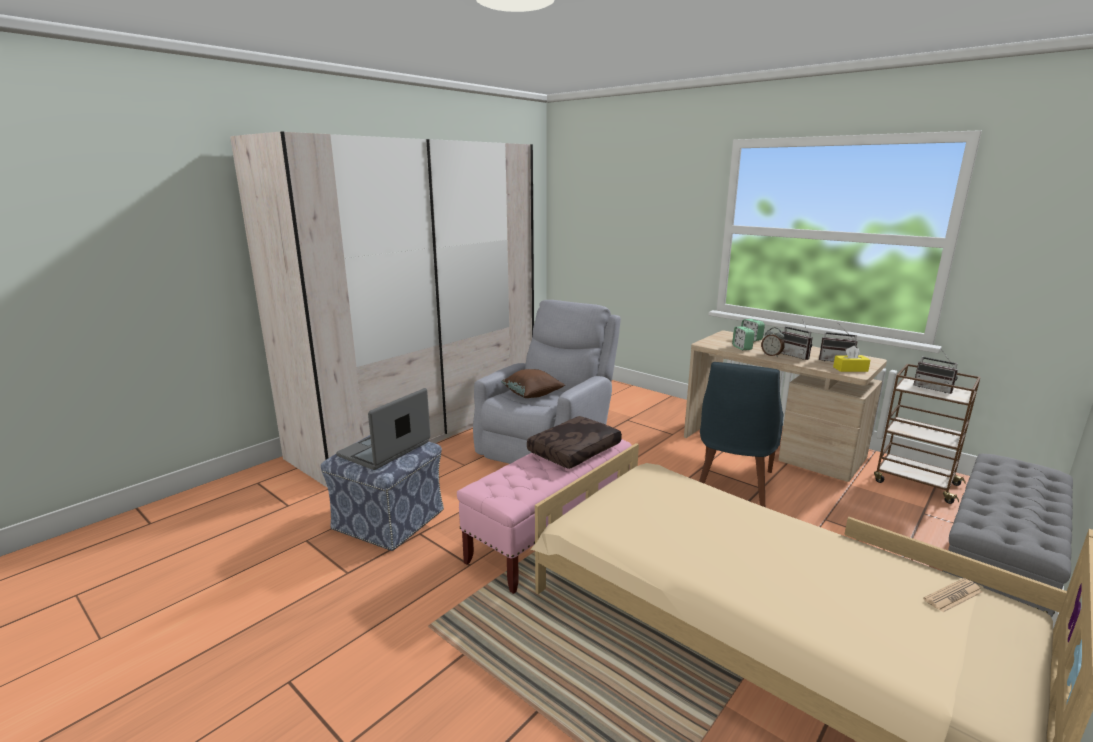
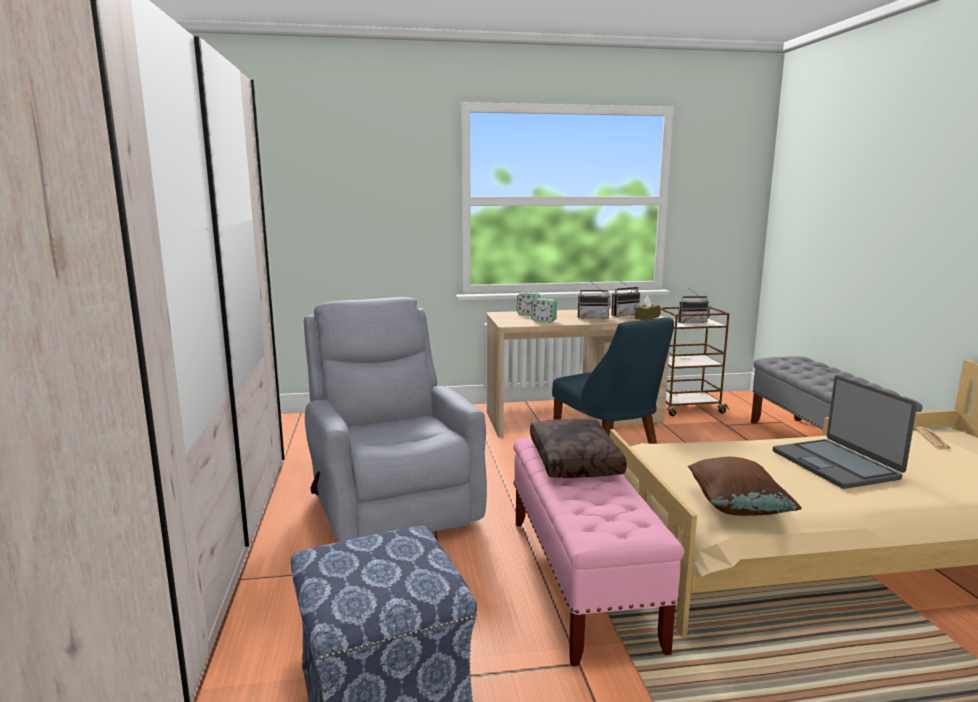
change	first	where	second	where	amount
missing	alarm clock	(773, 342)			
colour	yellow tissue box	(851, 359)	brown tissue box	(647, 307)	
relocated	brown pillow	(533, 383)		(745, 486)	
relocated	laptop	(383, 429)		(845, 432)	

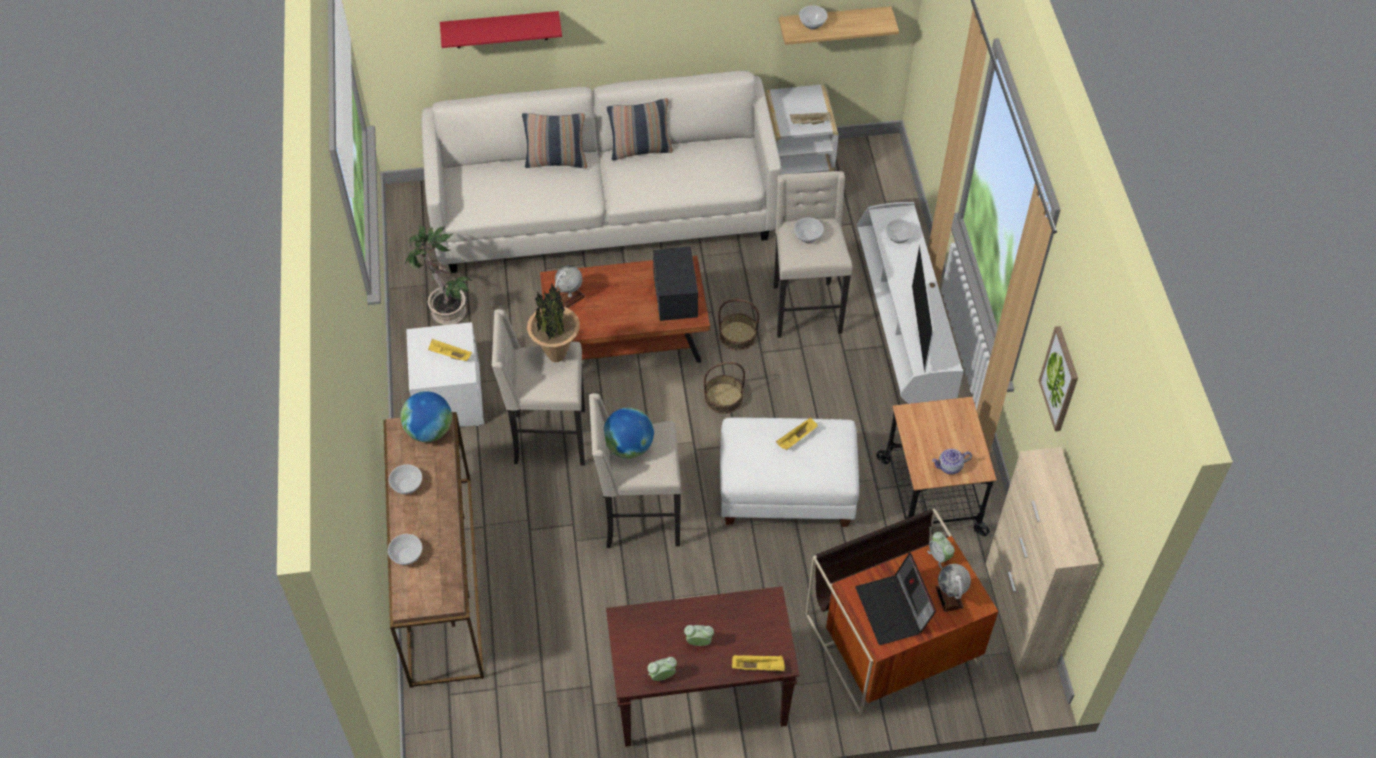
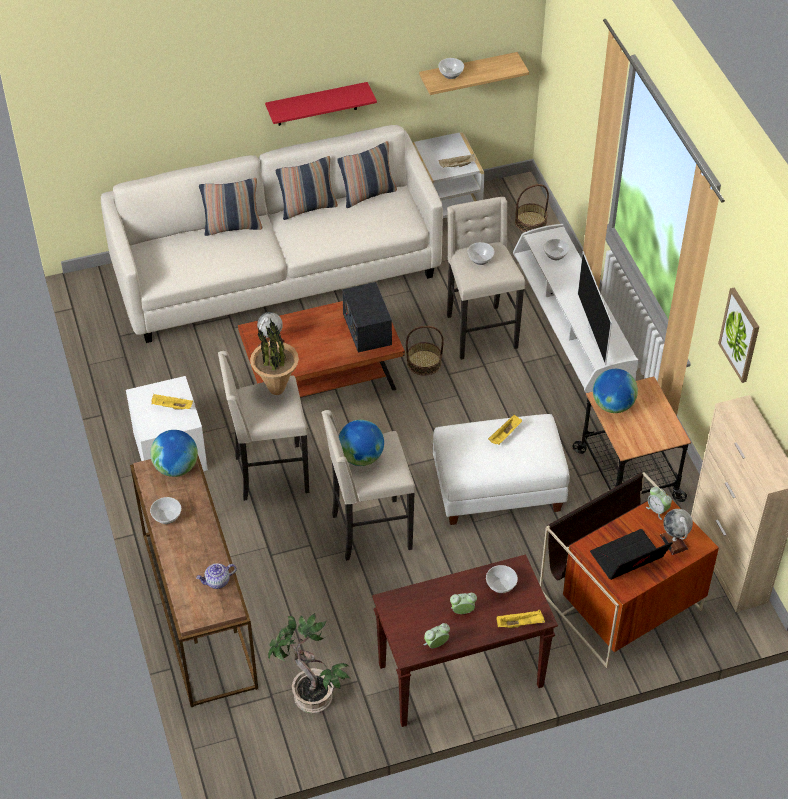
change	first	where	second	where	amount
relocated	red shelf	(501, 29)		(321, 104)	
relocated	potted plant	(438, 275)		(309, 663)	
relocated	basket	(724, 388)		(532, 208)	
relocated	teapot	(952, 462)		(216, 576)	
relocated	bowl	(405, 549)		(502, 579)	
spun	laptop	(895, 598)		(631, 554)	90 degrees clockwise
appeared			pillow	(367, 174)	
appeared			globe	(615, 391)	

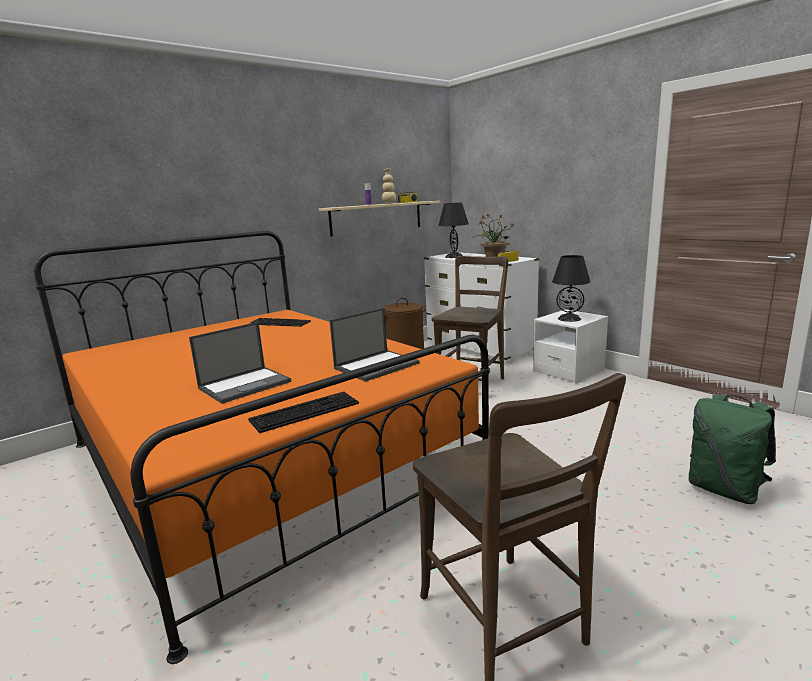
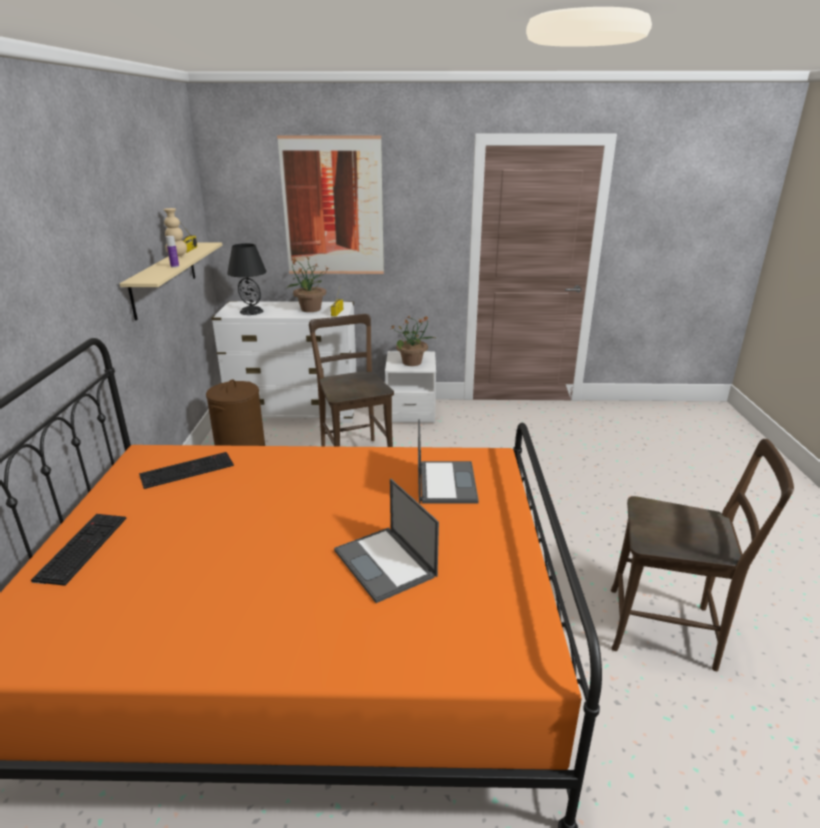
change	first	where	second	where	amount
exchanged	black table lamp	(571, 288)	potted plant	(412, 341)	
spun	laptop	(240, 363)		(386, 541)	150 degrees clockwise
relocated	keyboard	(303, 412)		(79, 550)	
missing	green backpack	(732, 449)			
appeared			picture	(330, 204)	

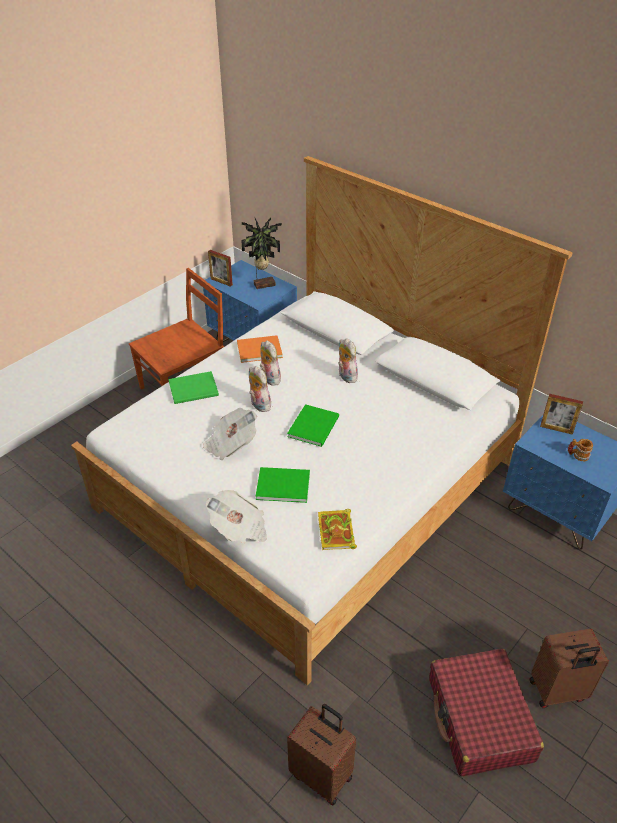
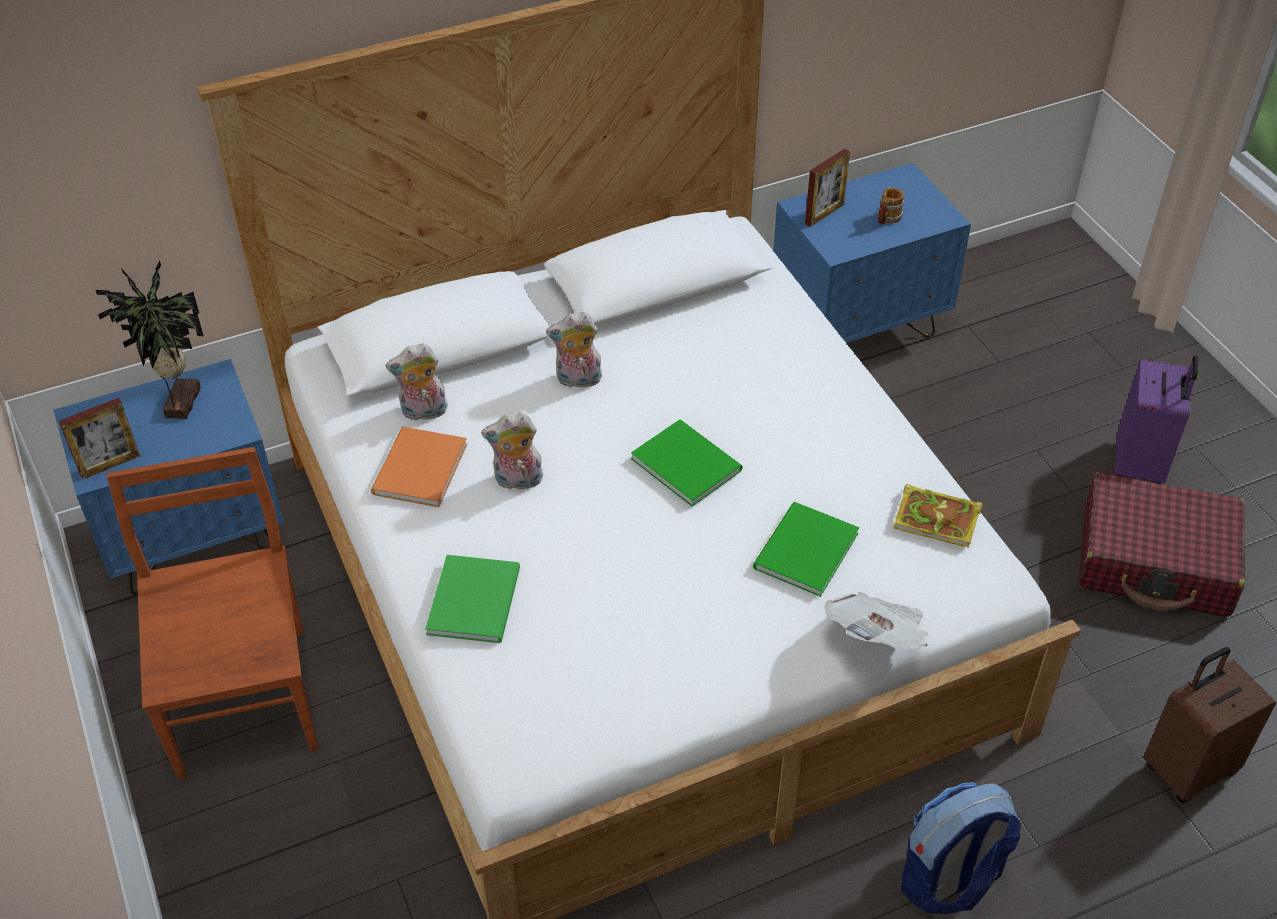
change	first	where	second	where	amount
relocated	plush toy	(260, 389)		(416, 382)	
missing	newspaper	(230, 434)			
colour	brown suitcase	(569, 668)	purple suitcase	(1156, 420)	
appeared			backpack	(961, 848)	

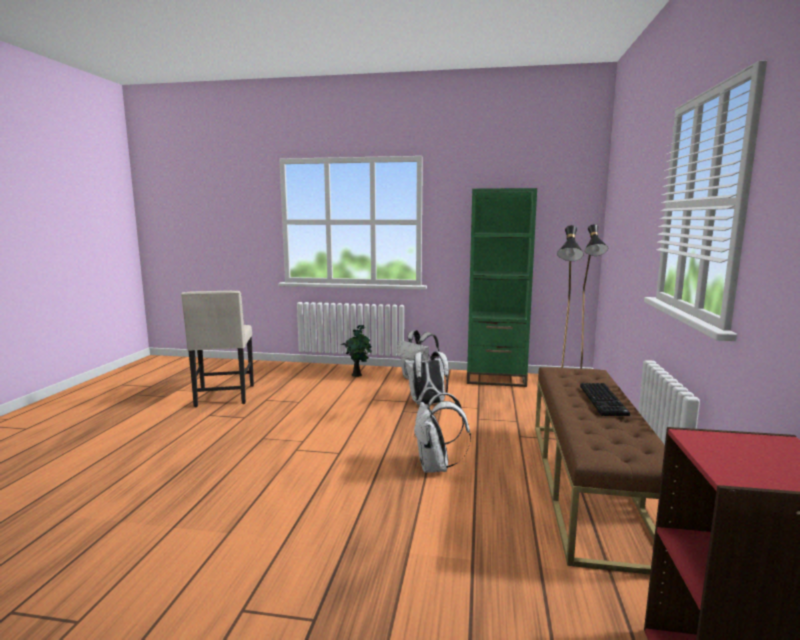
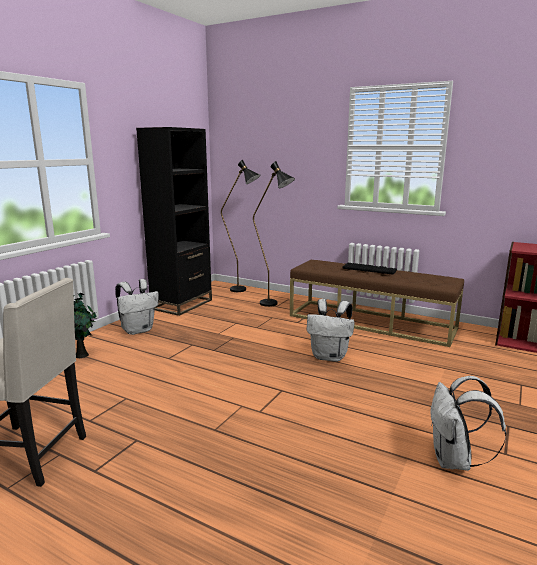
change	first	where	second	where	amount
colour	green bookcase	(502, 287)	black bookcase	(174, 221)	
relocated	white backpack	(426, 378)		(468, 423)	

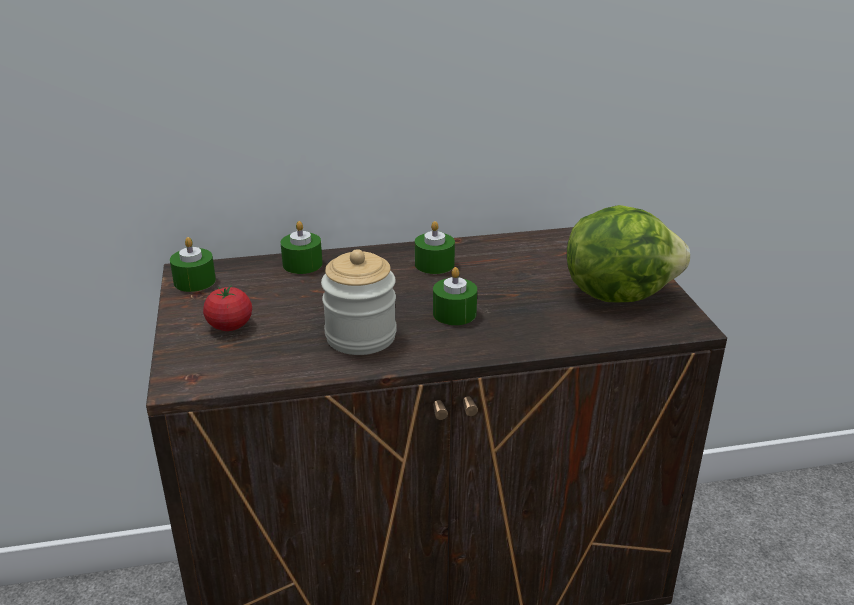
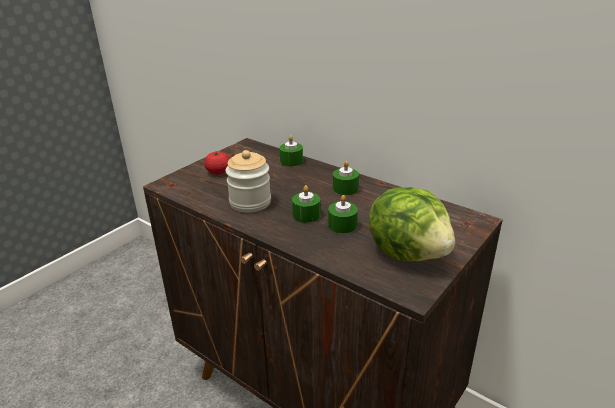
change	first	where	second	where	amount
relocated	green candle	(193, 264)		(343, 214)	

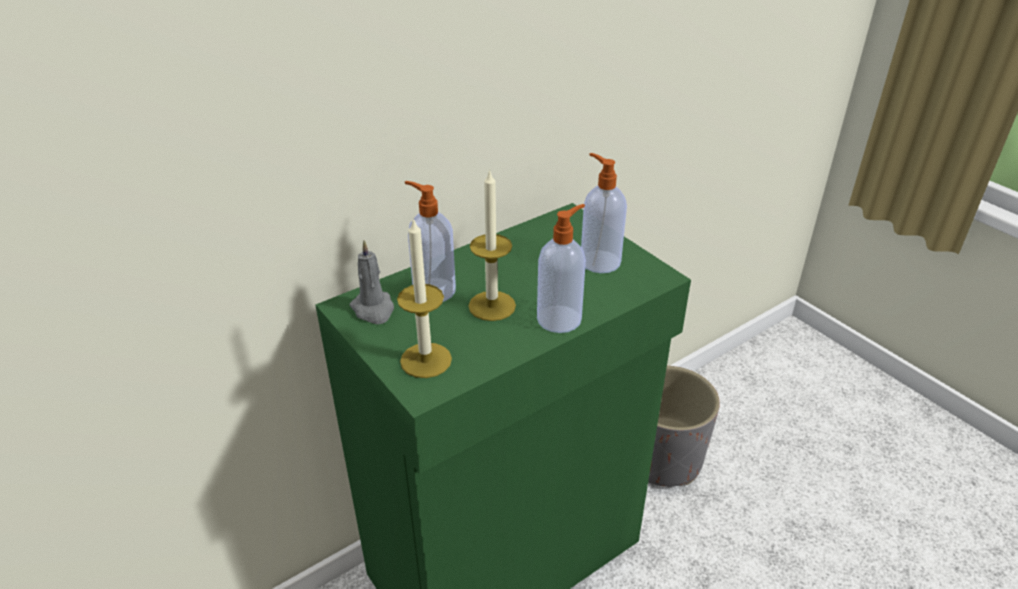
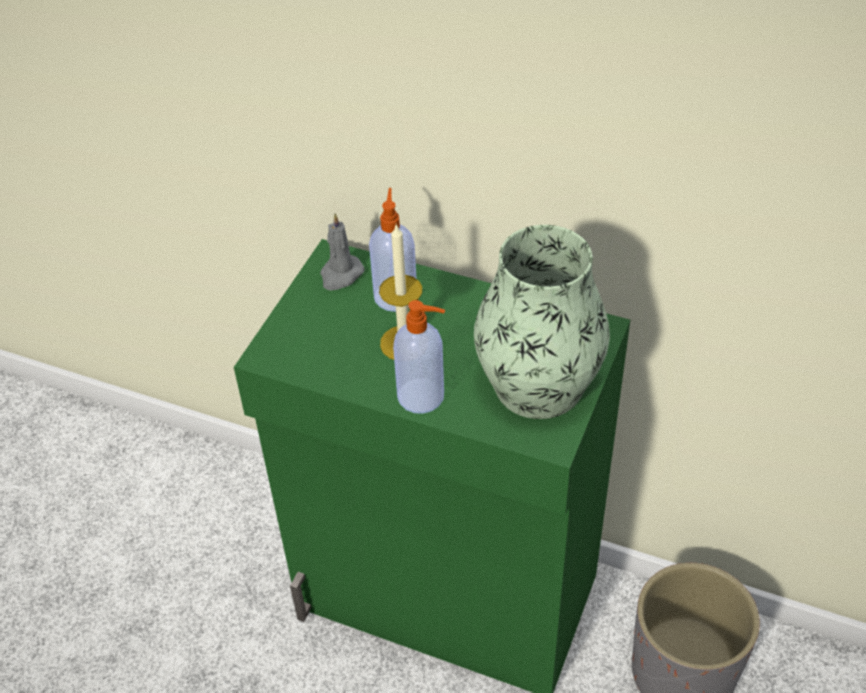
change	first	where	second	where	amount
exchanged	soap dispenser	(604, 213)	vase	(542, 322)	
missing	candle	(424, 297)			

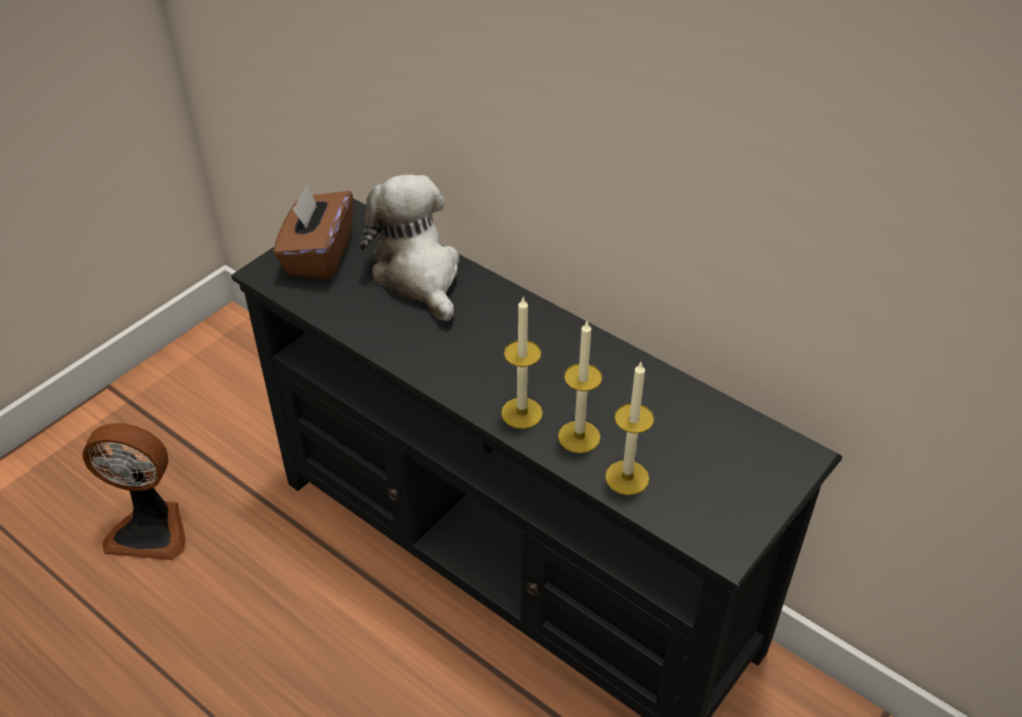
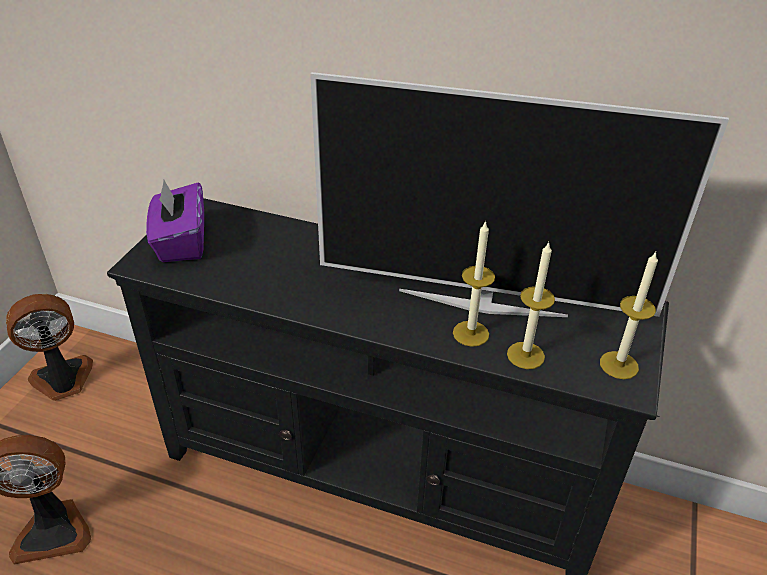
change	first	where	second	where	amount
missing	plush toy	(409, 248)			
colour	brown tissue box	(313, 232)	purple tissue box	(175, 221)	
relocated	candle	(522, 362)		(629, 315)	
appeared			television	(519, 194)	
appeared			fan	(49, 347)	

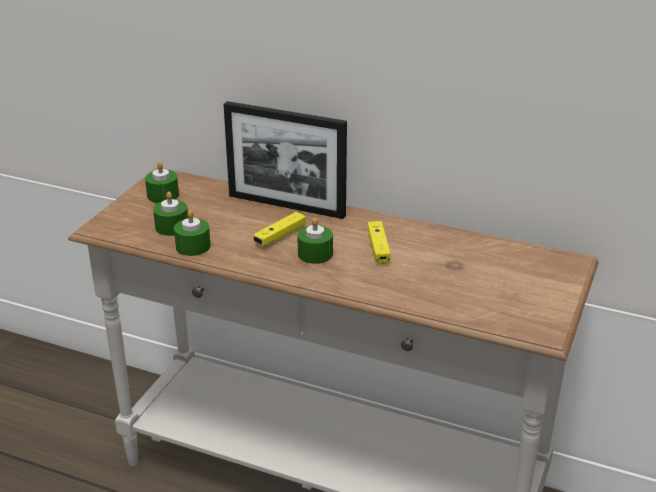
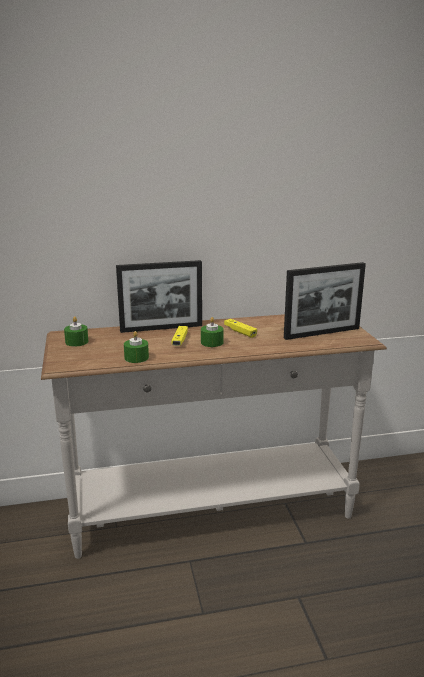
change	first	where	second	where	amount
missing	green candle	(170, 214)			
appeared			picture frame	(325, 301)	

